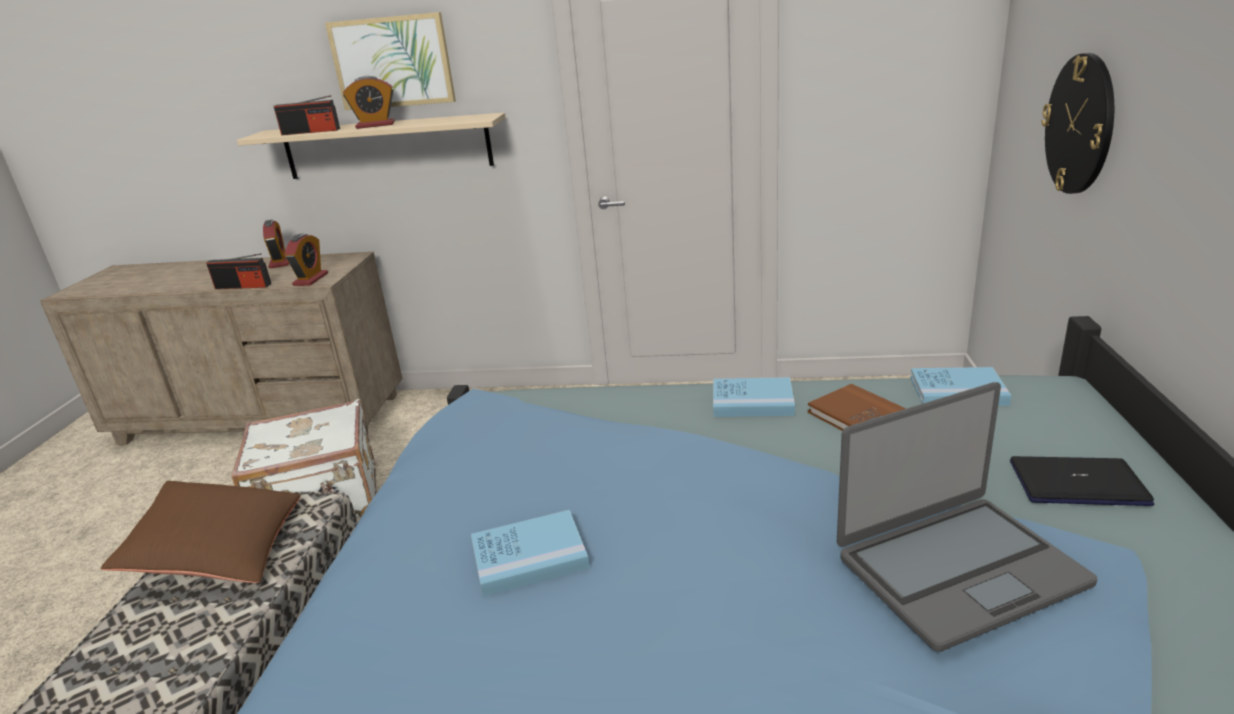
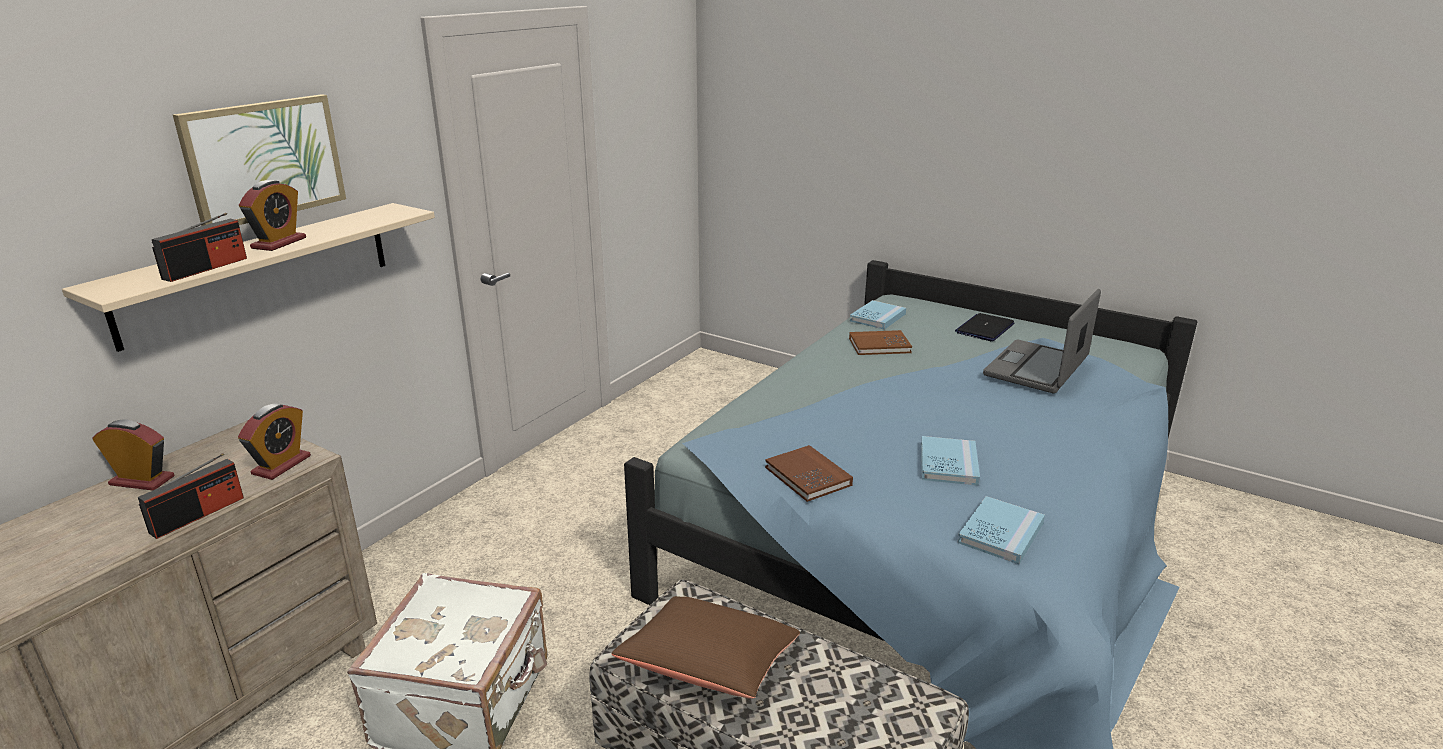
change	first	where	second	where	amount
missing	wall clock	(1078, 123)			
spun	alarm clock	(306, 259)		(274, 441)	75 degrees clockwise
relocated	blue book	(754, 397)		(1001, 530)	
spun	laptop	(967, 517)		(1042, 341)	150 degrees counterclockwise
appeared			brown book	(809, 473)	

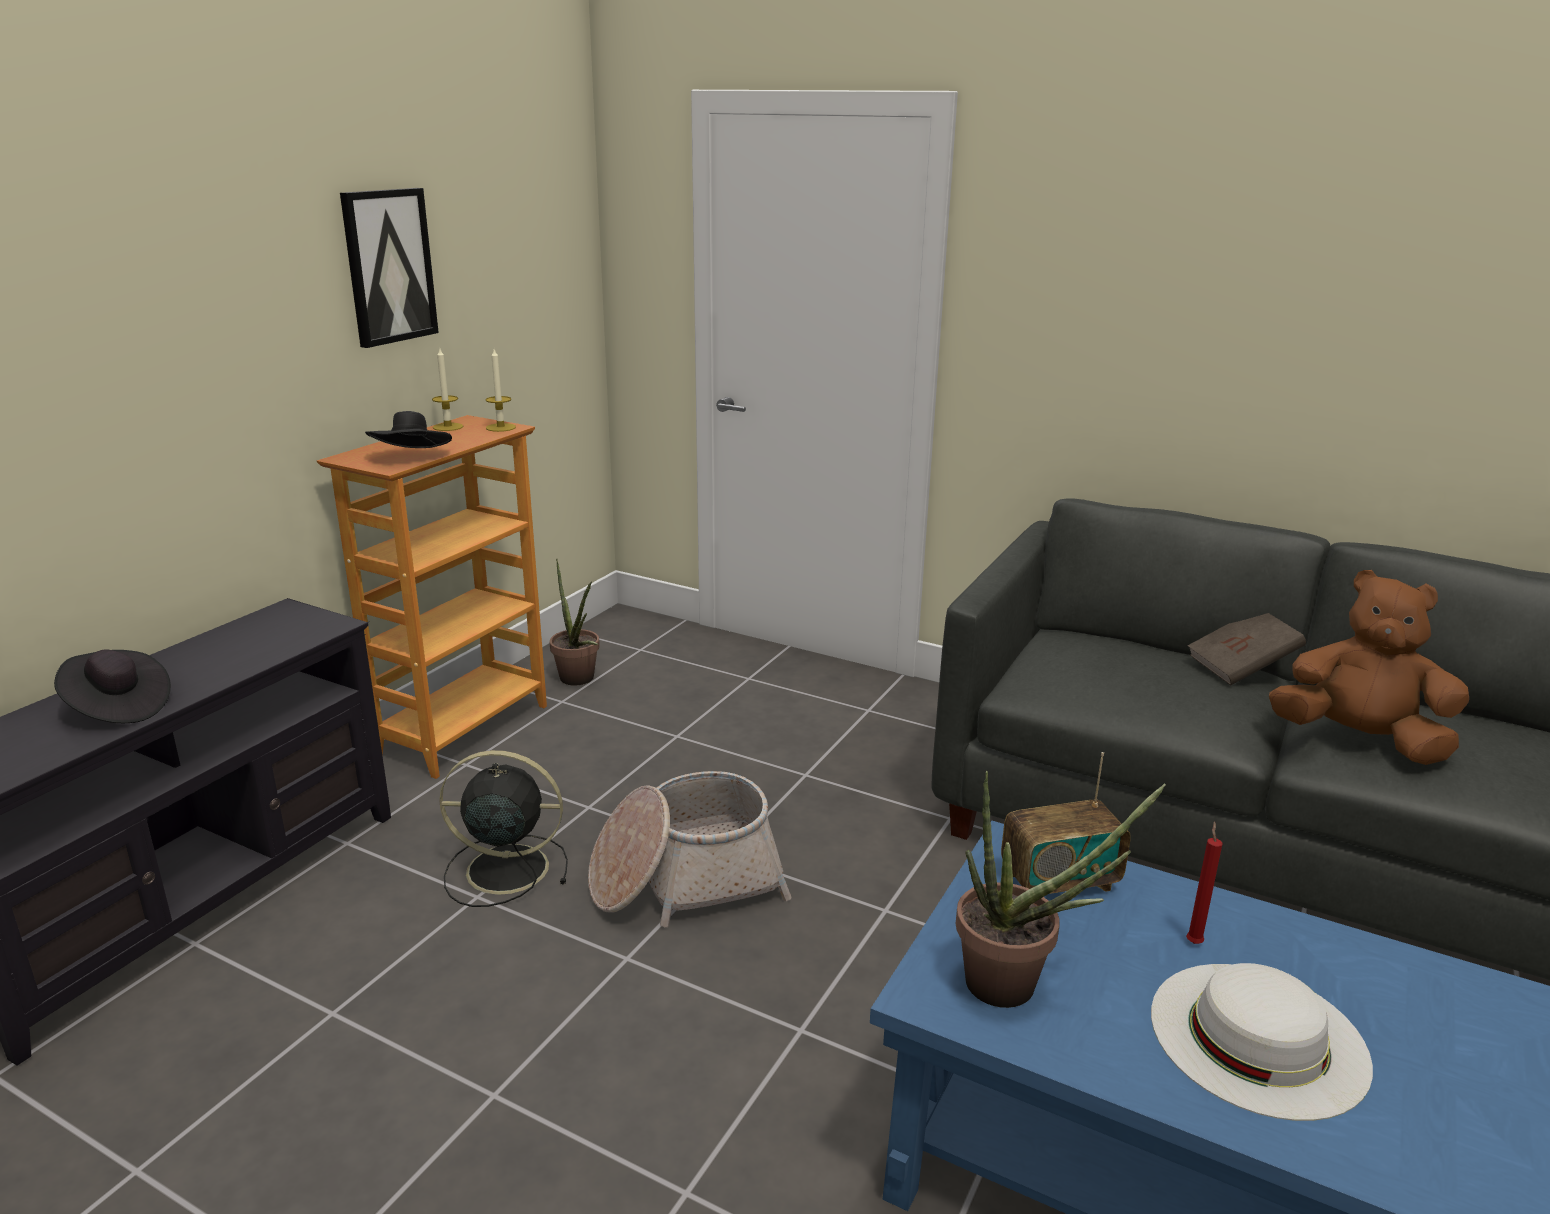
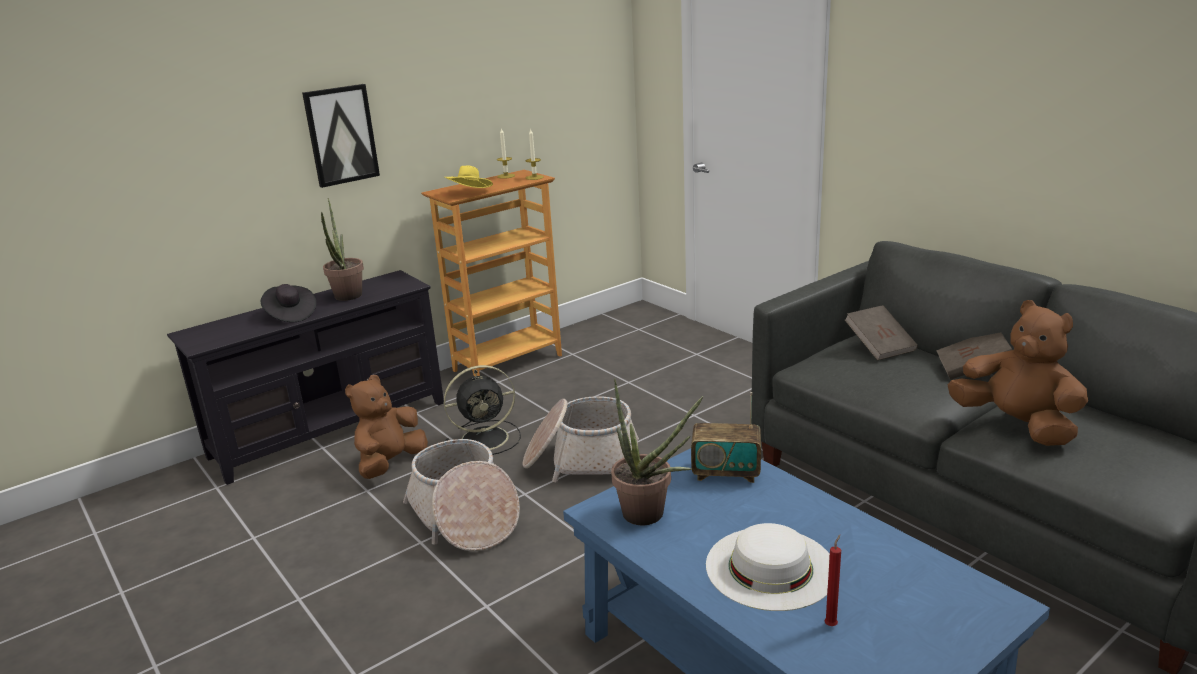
change	first	where	second	where	amount
relocated	picture	(389, 268)		(341, 136)	
colour	black hat	(408, 429)	yellow hat	(469, 176)	
relocated	potted plant	(575, 622)		(342, 249)	
spun	black fan	(503, 828)		(482, 410)	135 degrees clockwise
relocated	red candle	(1204, 882)		(832, 580)	
appeared			brown book	(881, 333)	
appeared			brown plush toy	(386, 427)	
appeared			basket	(461, 495)	

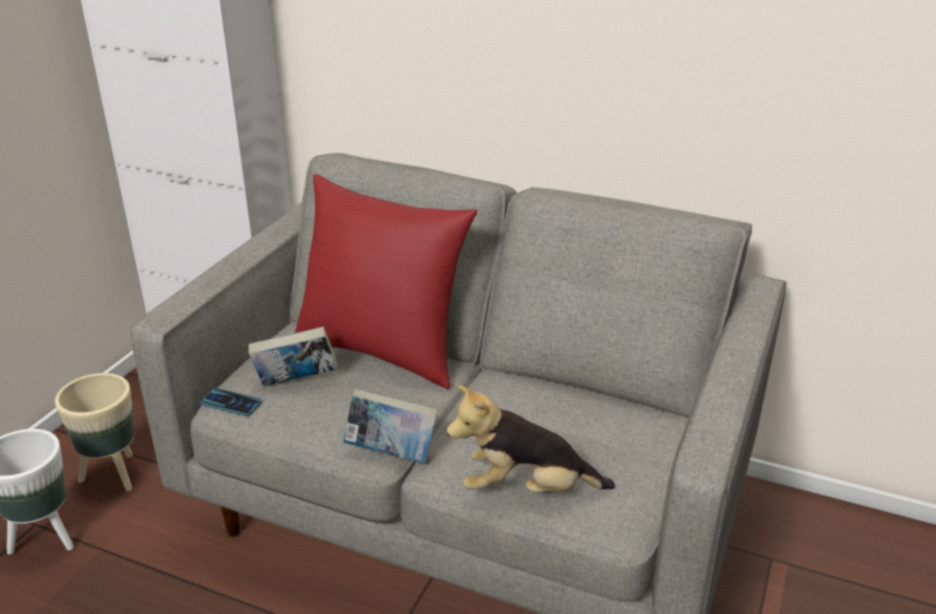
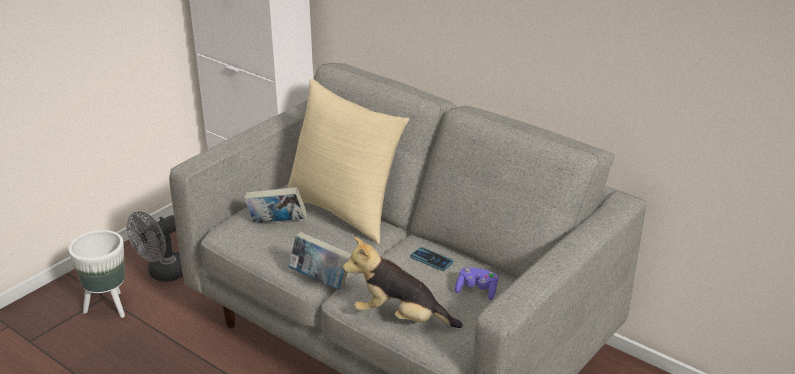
change	first	where	second	where	amount
colour	red pillow	(386, 281)	beige pillow	(348, 161)	
exchanged	beige planter	(94, 432)	grey fan	(155, 246)	
relocated	phone	(231, 402)		(432, 259)	
appeared			purple game controller	(476, 284)	

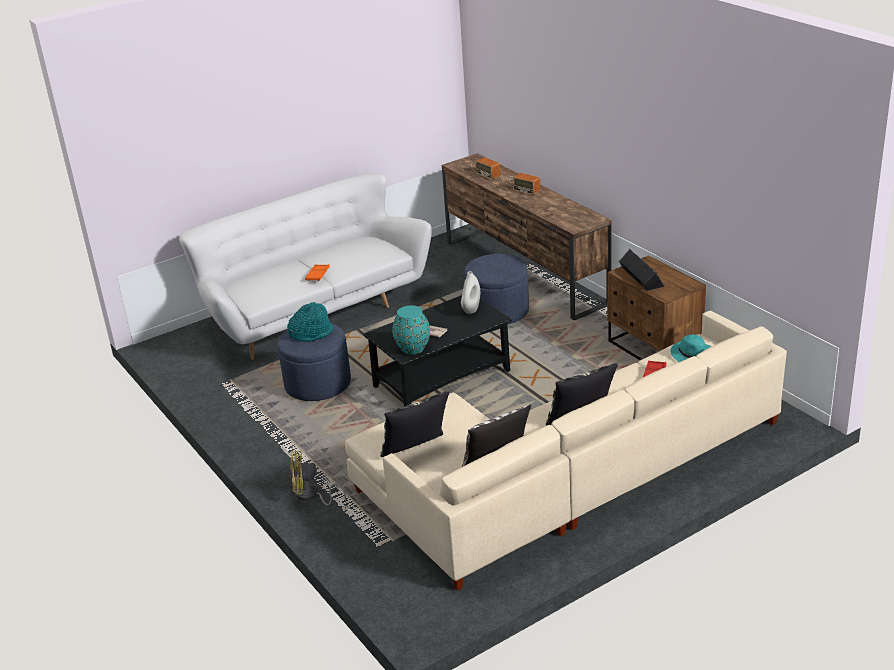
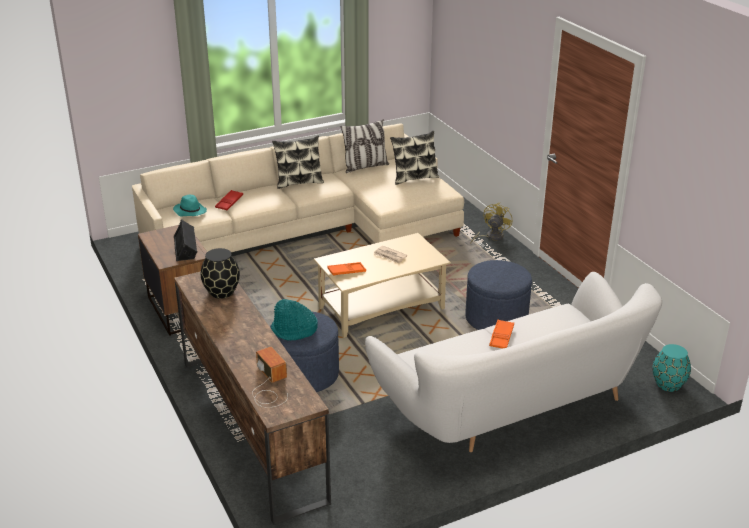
change	first	where	second	where	amount
missing	radio	(521, 184)			
exchanged	white vase	(470, 292)	orange tray	(346, 269)	
colour	black coffee table	(437, 350)	beige coffee table	(382, 285)	
relocated	turquoise hat	(310, 322)		(294, 319)	
relocated	turquoise vase	(411, 330)		(672, 368)	
spun	yellow fan	(318, 478)		(491, 223)	60 degrees counterclockwise
appeared			black vase	(220, 273)	

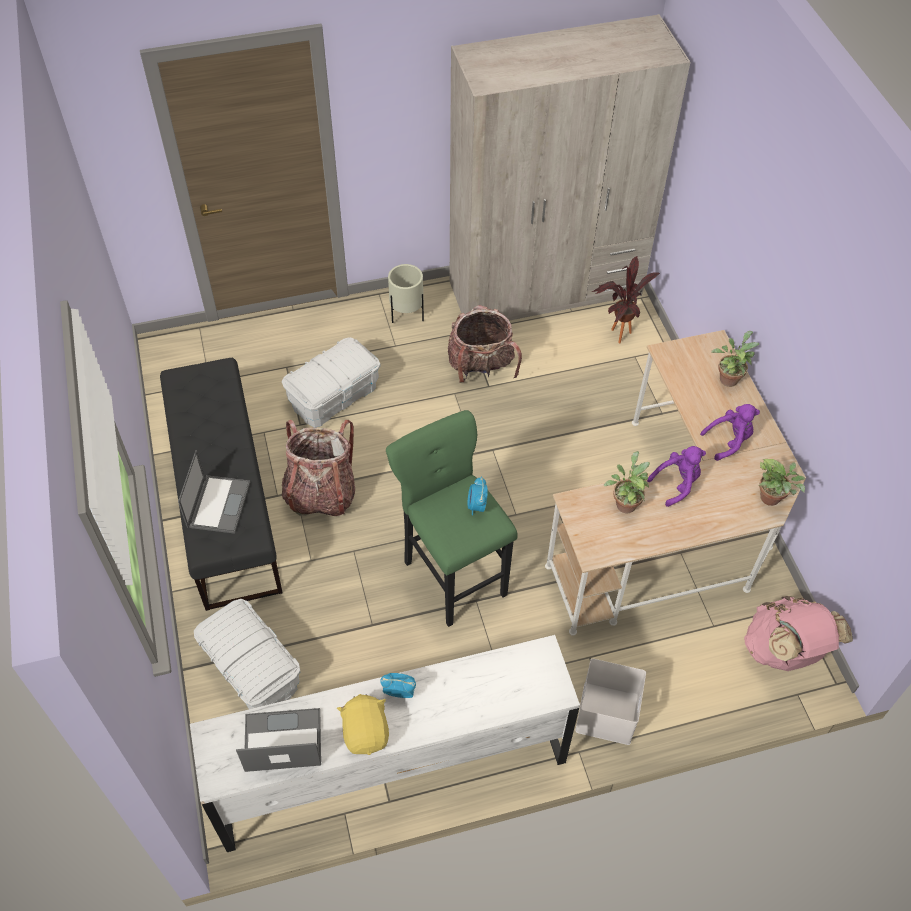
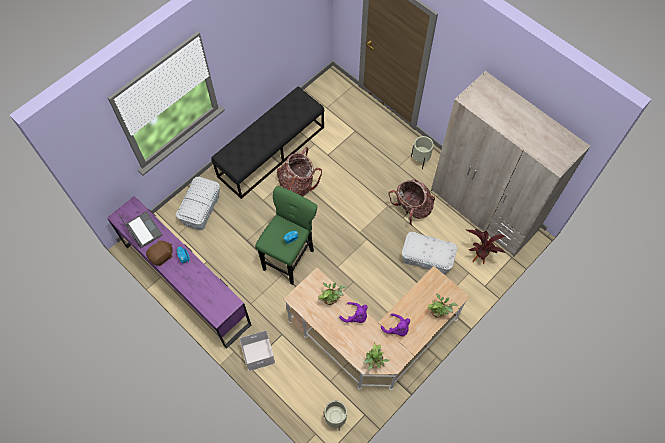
change	first	where	second	where	amount
relocated	white storage box	(331, 382)		(429, 253)	
missing	laptop	(214, 492)			
exchanged	pink backpack	(798, 633)	beige planter	(335, 414)	
colour	white dresser	(385, 743)	purple dresser	(179, 272)	
colour	yellow plush toy	(363, 724)	brown plush toy	(159, 252)	

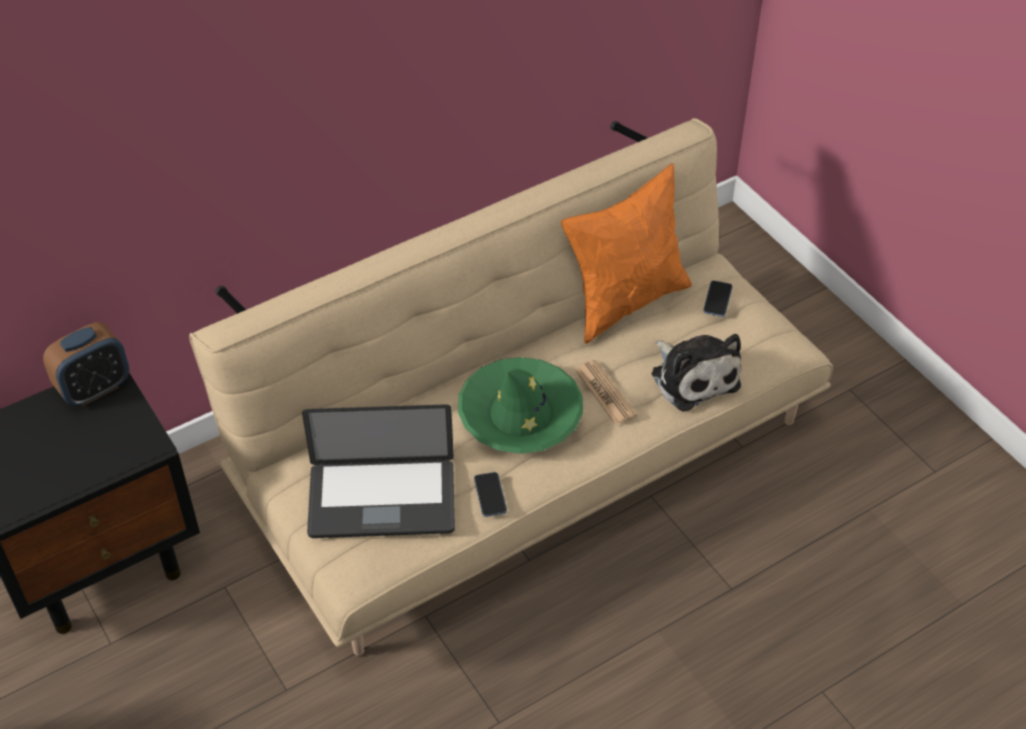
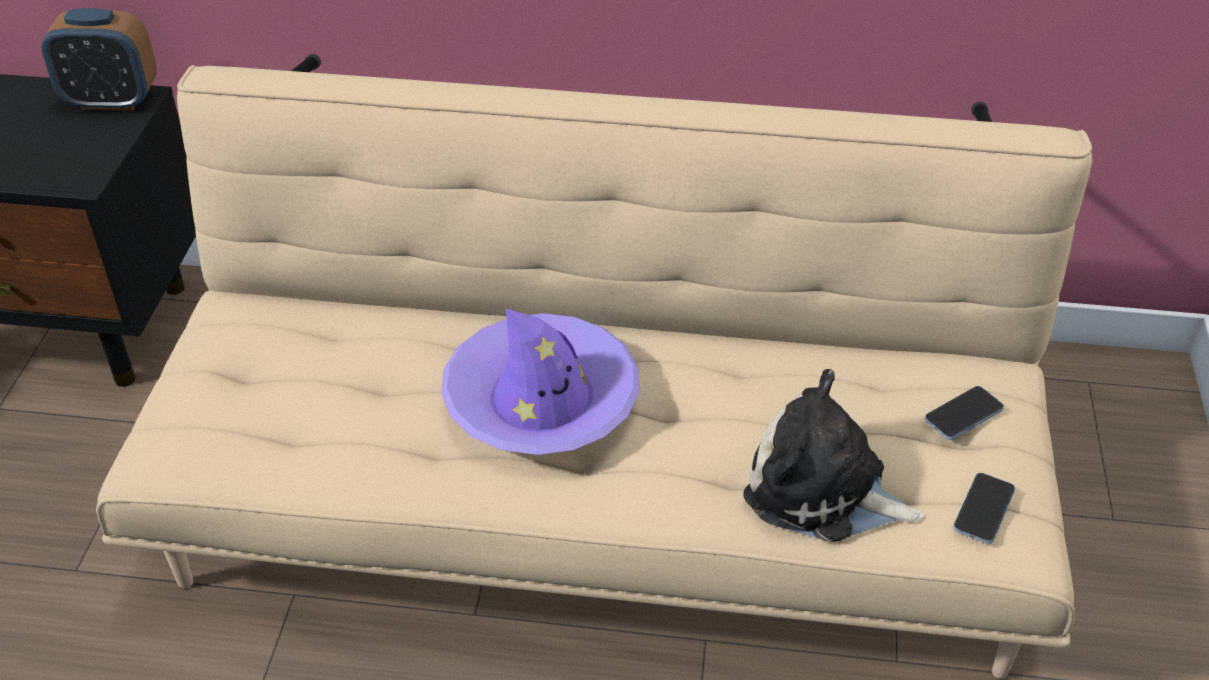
change	first	where	second	where	amount
missing	orange pillow	(626, 253)			
spun	plush toy	(696, 373)		(834, 455)	105 degrees clockwise
colour	green hat	(520, 405)	purple hat	(540, 382)	
missing	newspaper	(606, 392)			
missing	laptop	(378, 471)			
relocated	phone	(490, 494)		(984, 508)	

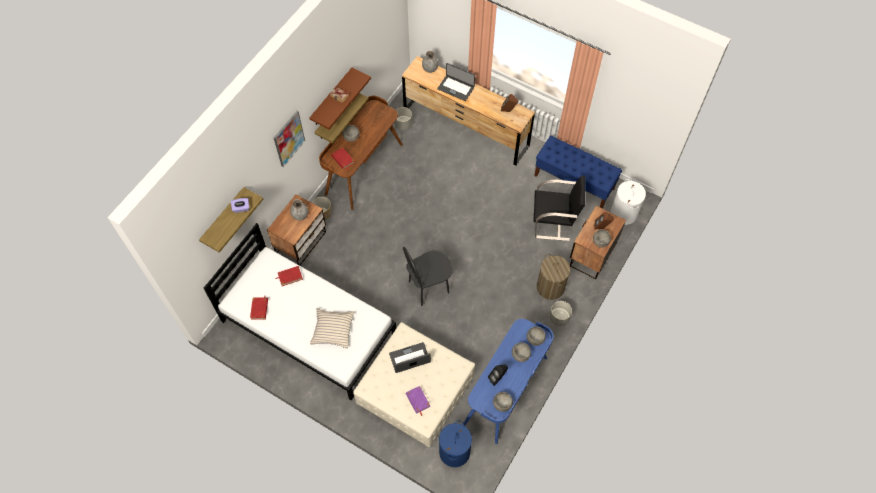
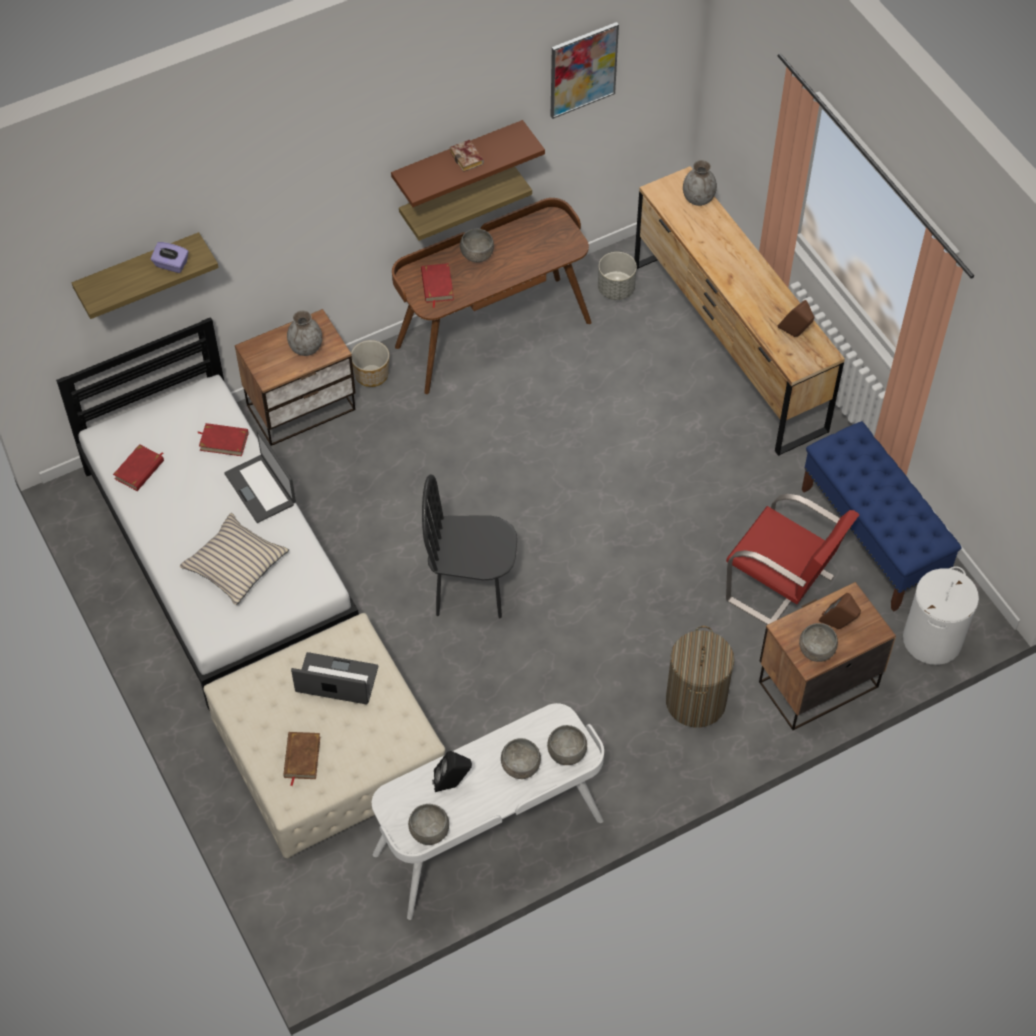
change	first	where	second	where	amount
relocated	laptop	(456, 82)		(260, 476)	
relocated	picture	(289, 139)		(585, 70)	
colour	black chair	(559, 208)	red chair	(793, 559)	
missing	grey planter	(560, 313)			
colour	blue desk	(509, 381)	white desk	(488, 811)	
colour	purple book	(418, 401)	brown book	(301, 759)	
missing	blue laundry basket	(455, 443)			

